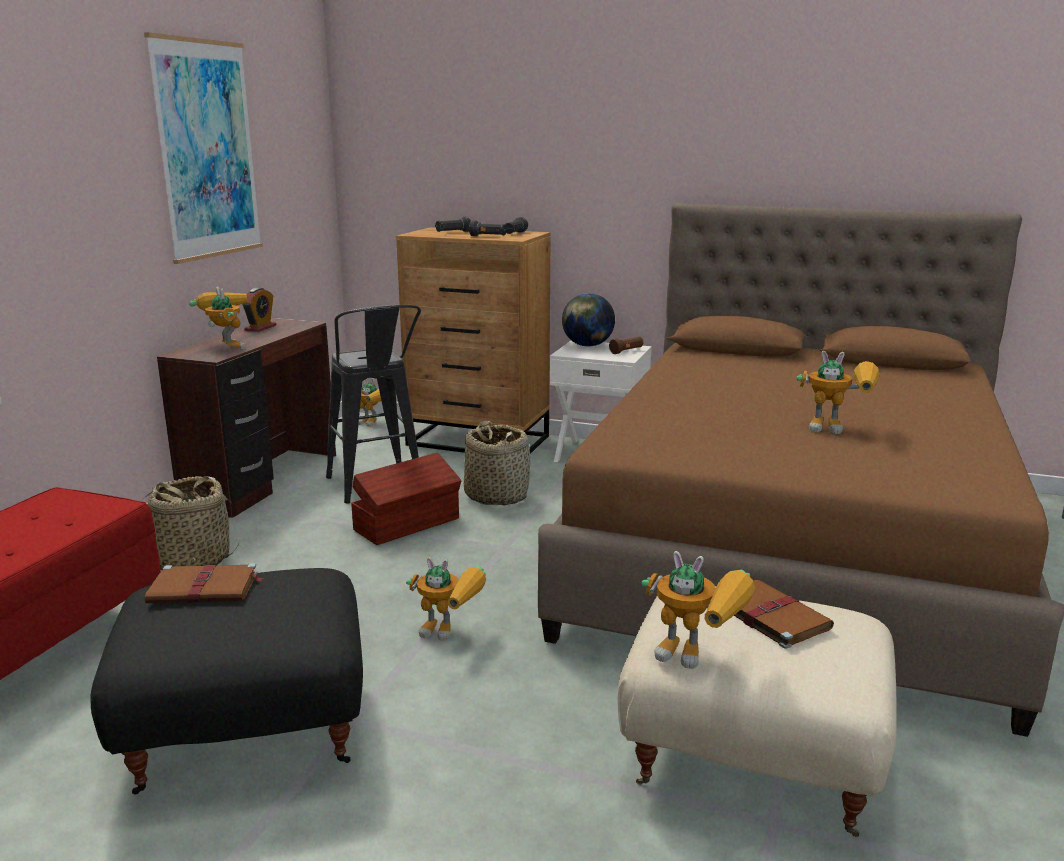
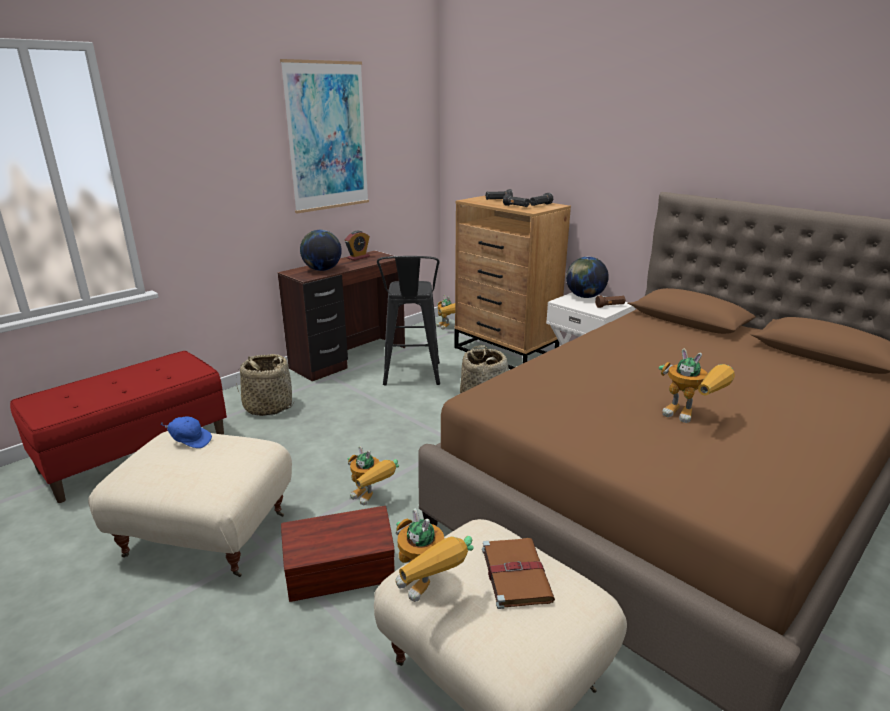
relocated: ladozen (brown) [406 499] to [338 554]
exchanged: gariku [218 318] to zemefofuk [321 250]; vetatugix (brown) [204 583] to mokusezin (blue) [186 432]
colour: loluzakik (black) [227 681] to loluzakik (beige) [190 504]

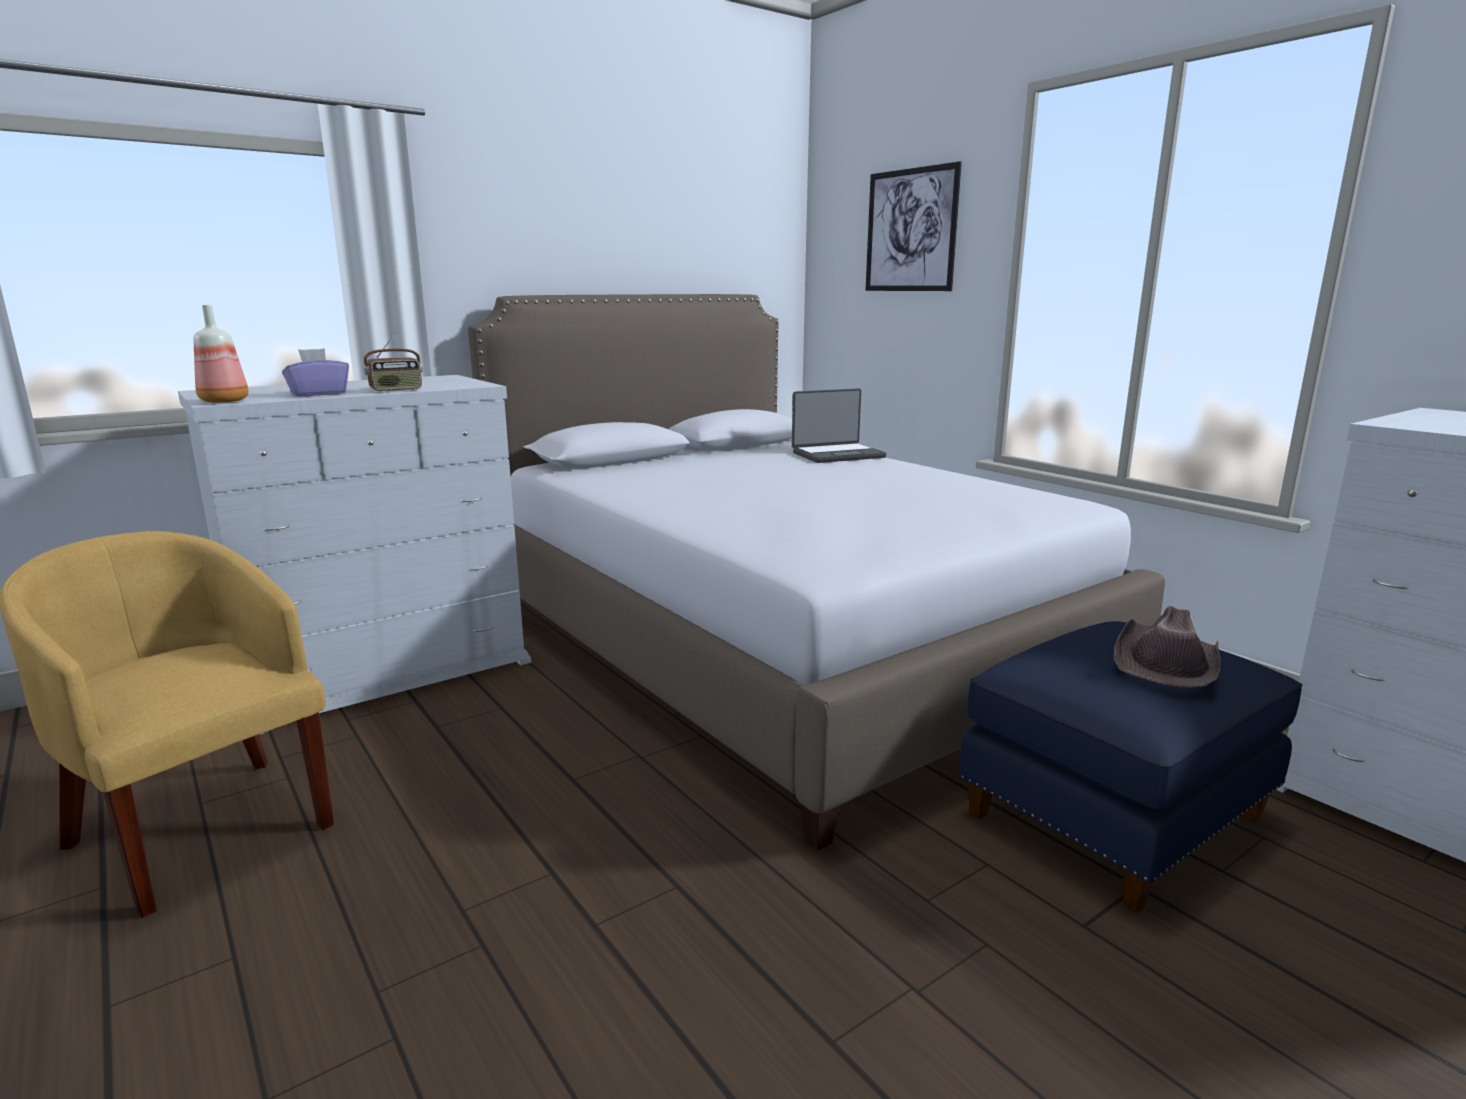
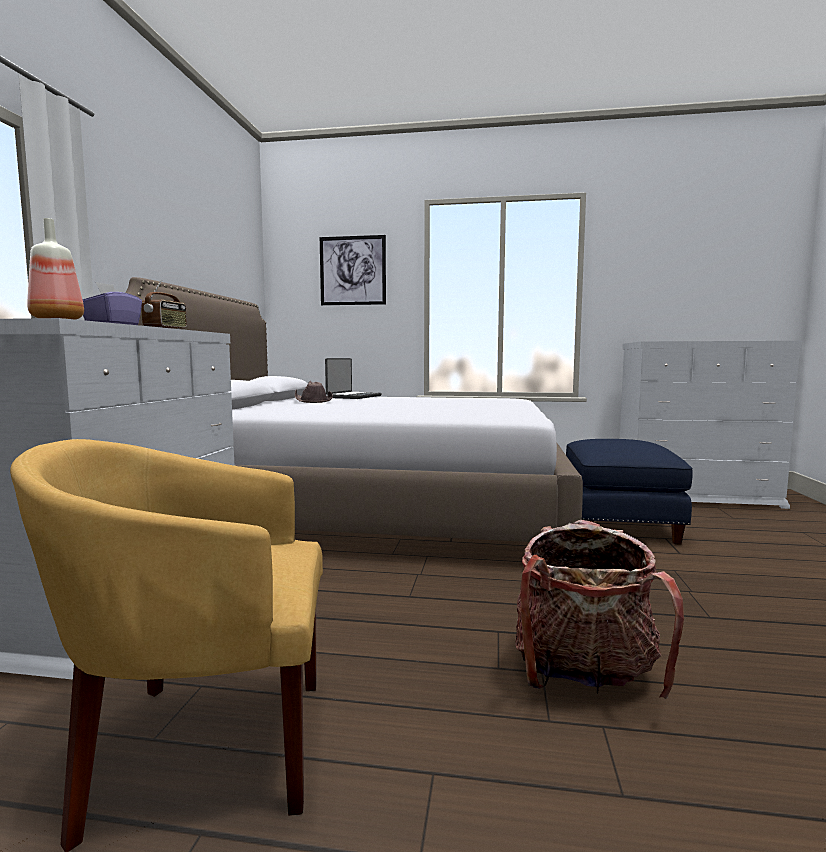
appeared: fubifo [599 609]
relocated: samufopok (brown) [1167 646] to [314 392]

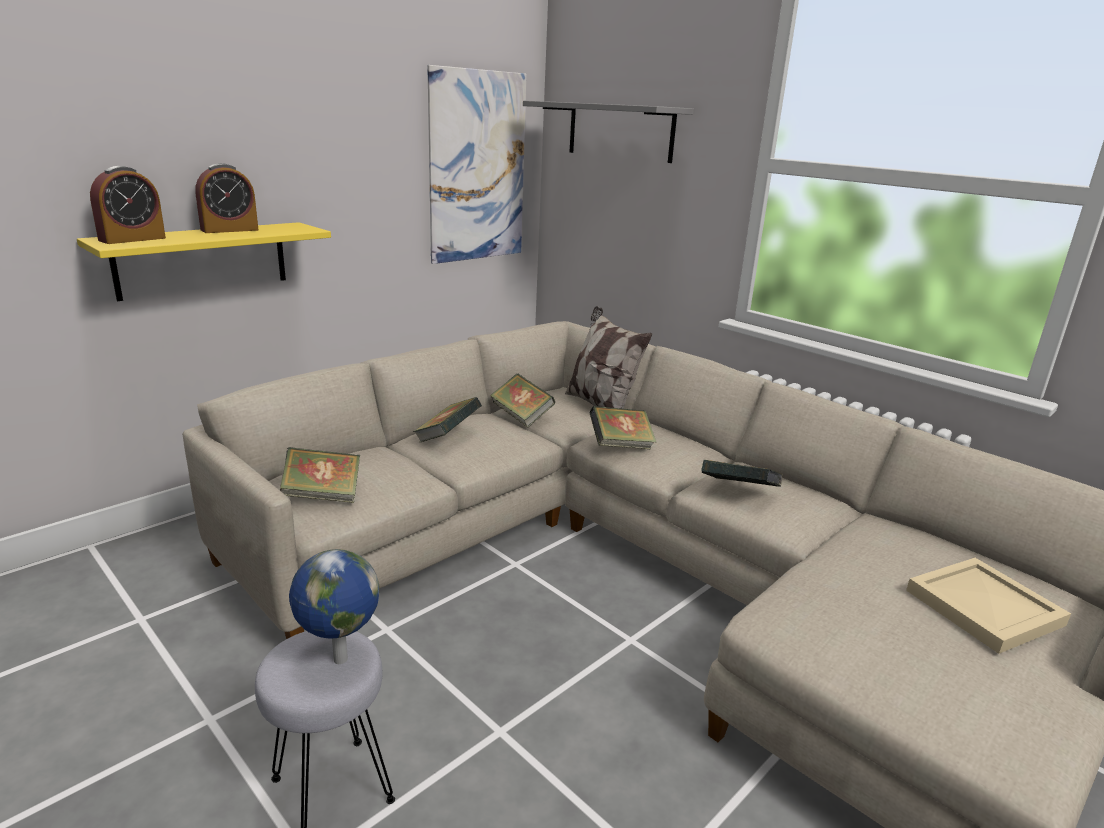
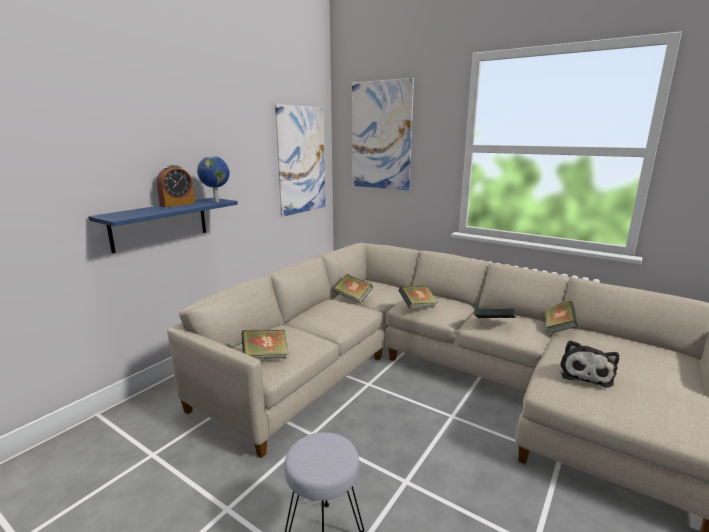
missing: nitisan [128 205]; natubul [608 357]; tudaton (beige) [988 606]
appeared: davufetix [589 363]
relocated: vetatugix [447 420] to [561 317]; zemefofuk [334 606] to [213 179]
exchanged: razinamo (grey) [608 131] to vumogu [383 134]
colour: razinamo (yellow) [204 261] to razinamo (blue) [163 226]

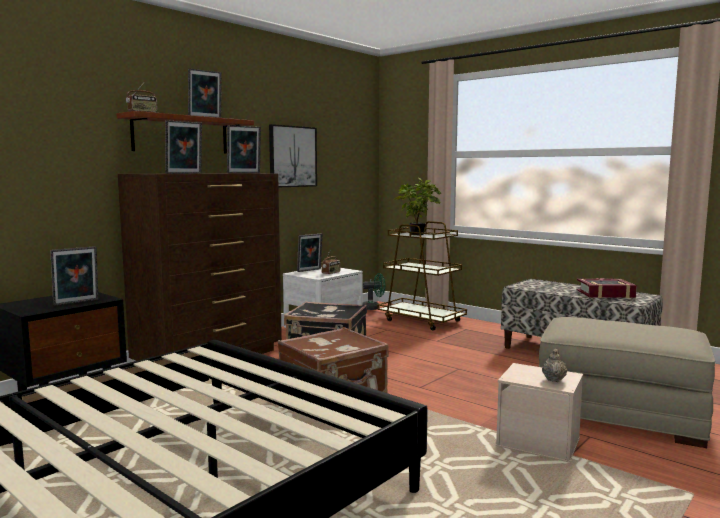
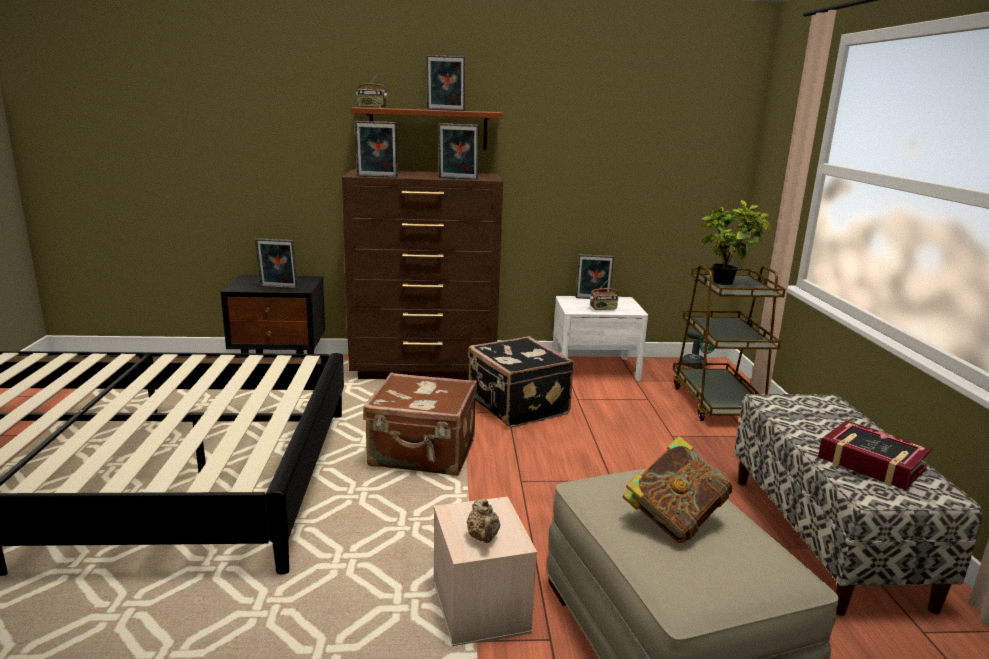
missing: vumogu [293 155]
appeared: vetatugix [677 489]
spun: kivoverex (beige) [554 365] = [483 521] 105 degrees clockwise

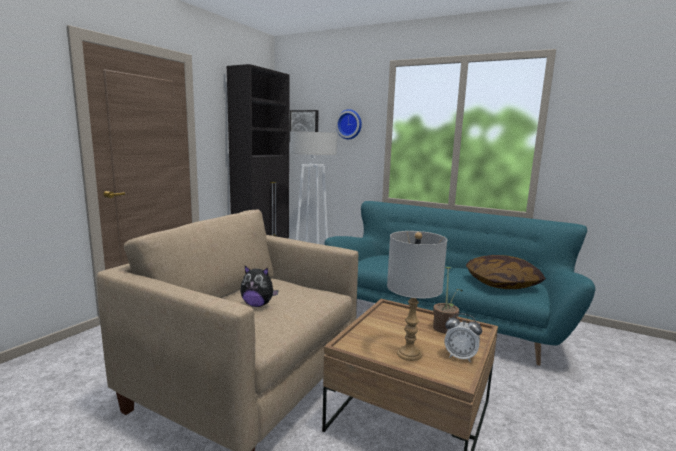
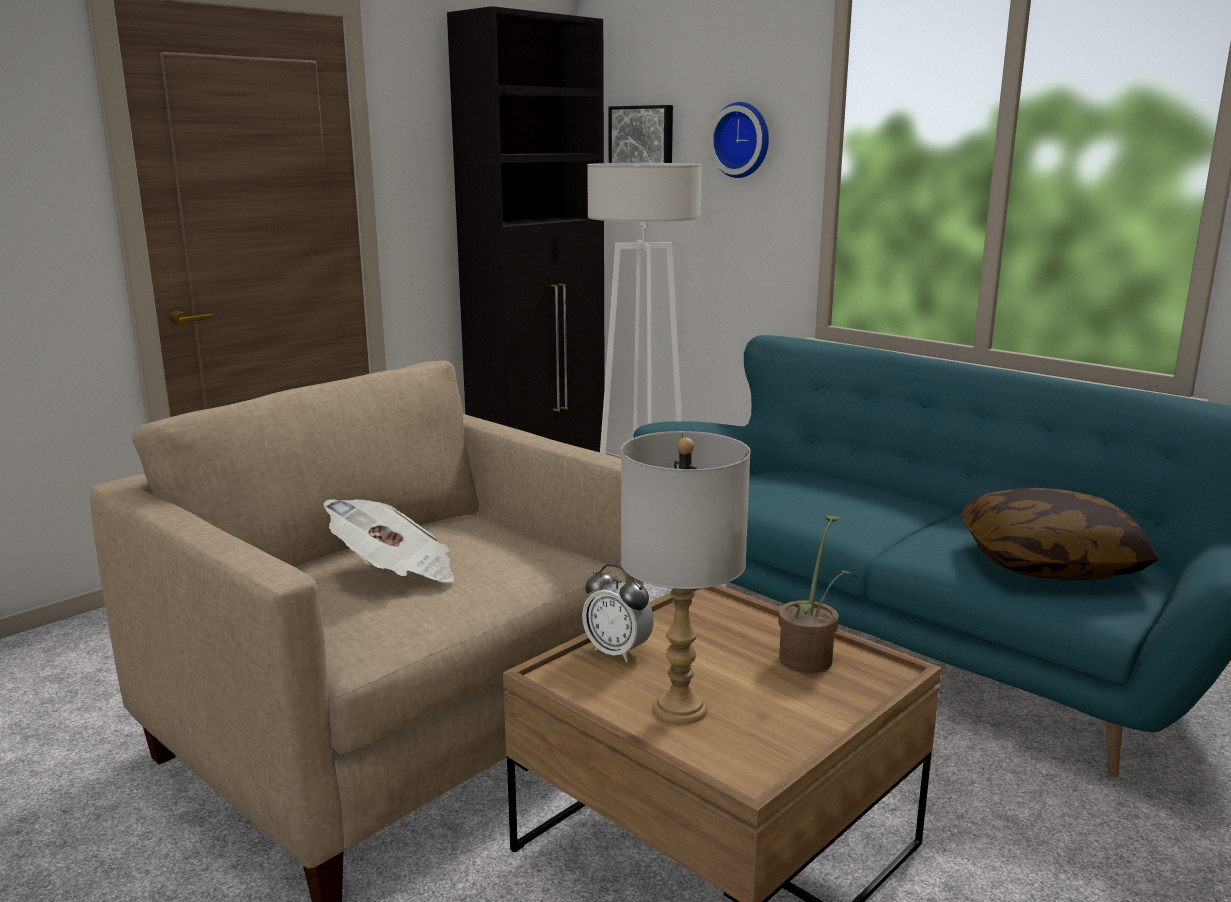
relocated: nitisan [463 337] to [618 613]
exchanged: davufetix [259 286] to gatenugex [388 541]

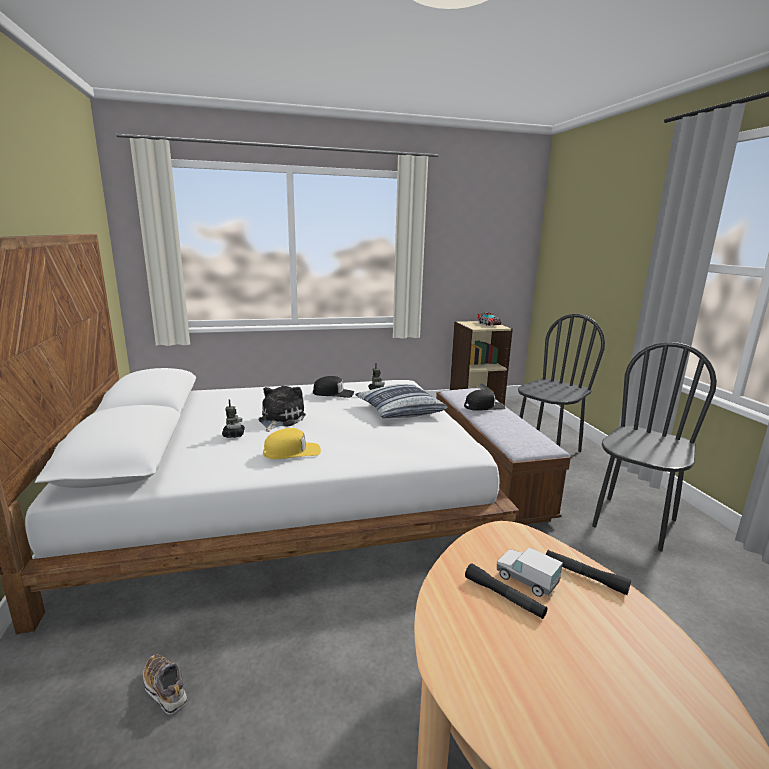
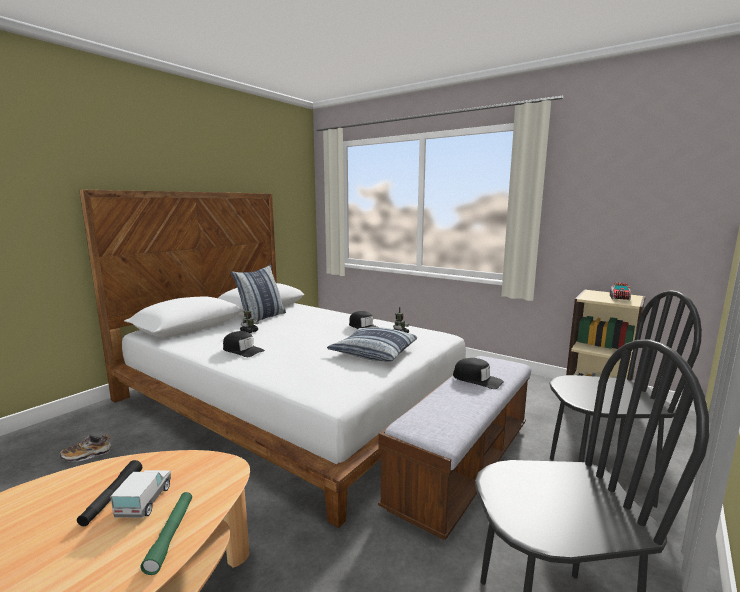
missing: davufetix [282 409]
appeared: natubul [258 293]
colour: mokusezin (yellow) [292 443] to mokusezin (black) [244 344]; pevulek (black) [588 572] to pevulek (green) [166 533]
spun: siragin [165 684] = [85 448] 120 degrees counterclockwise

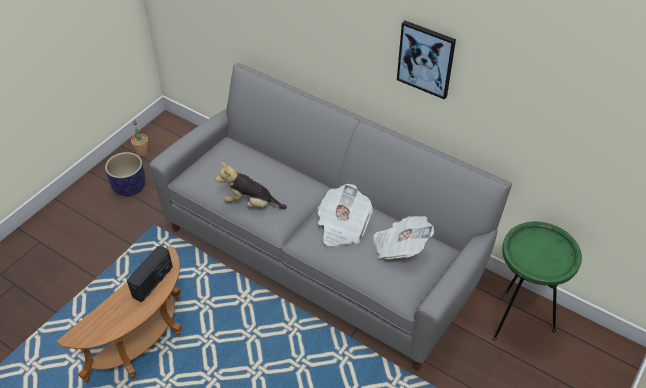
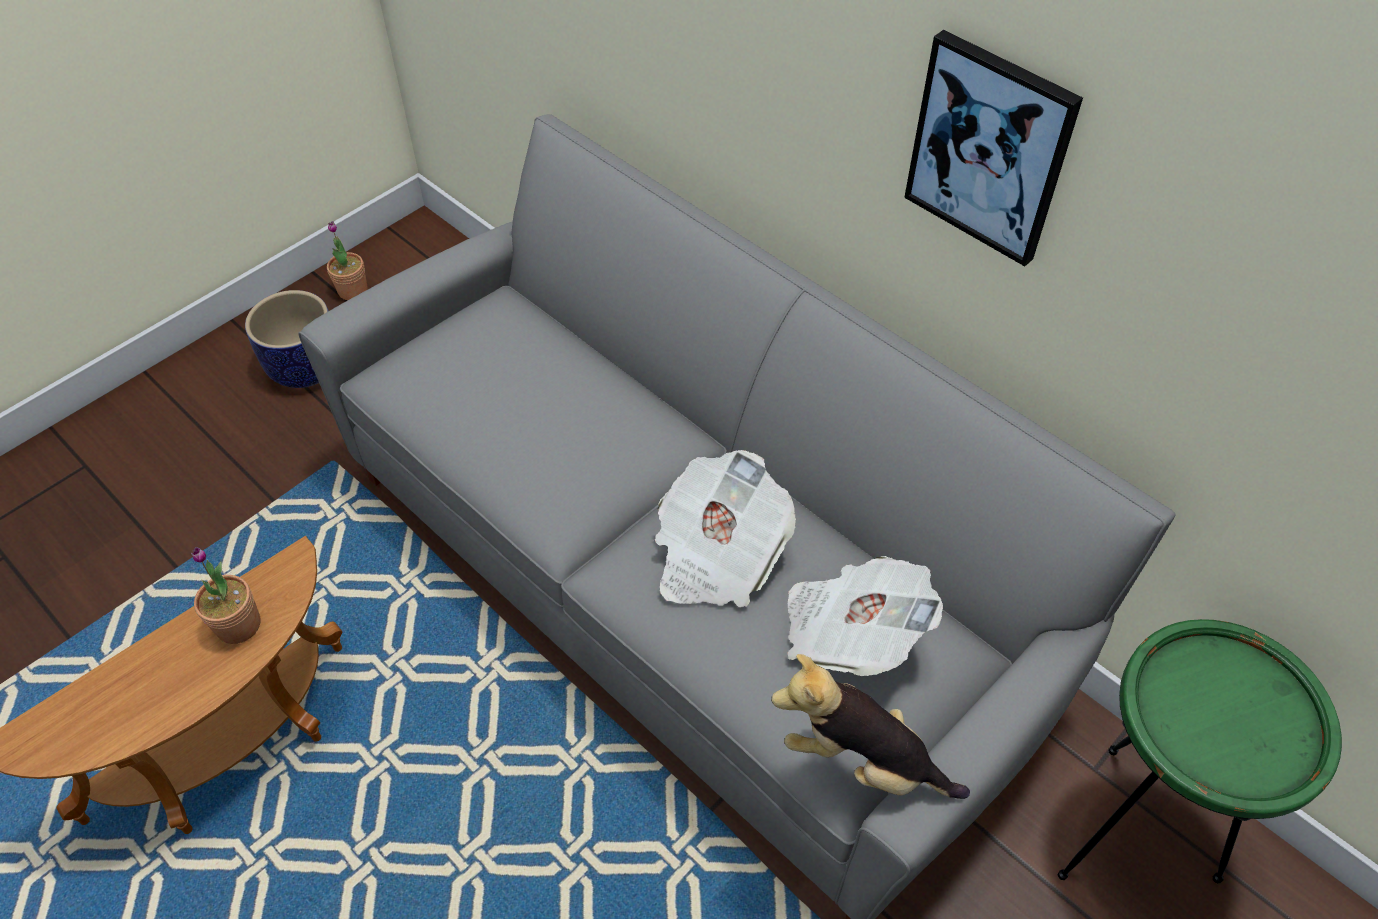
relocated: davufetix [251 185] to [870 726]
exchanged: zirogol [150 274] to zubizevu [226 595]

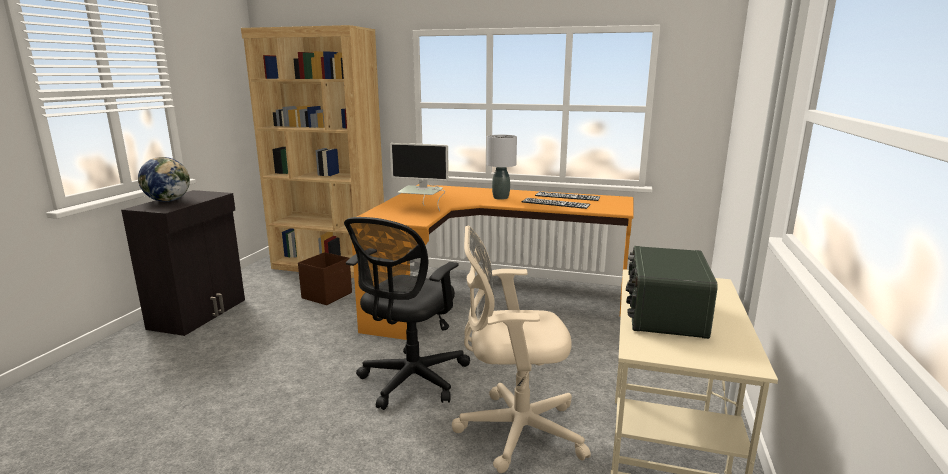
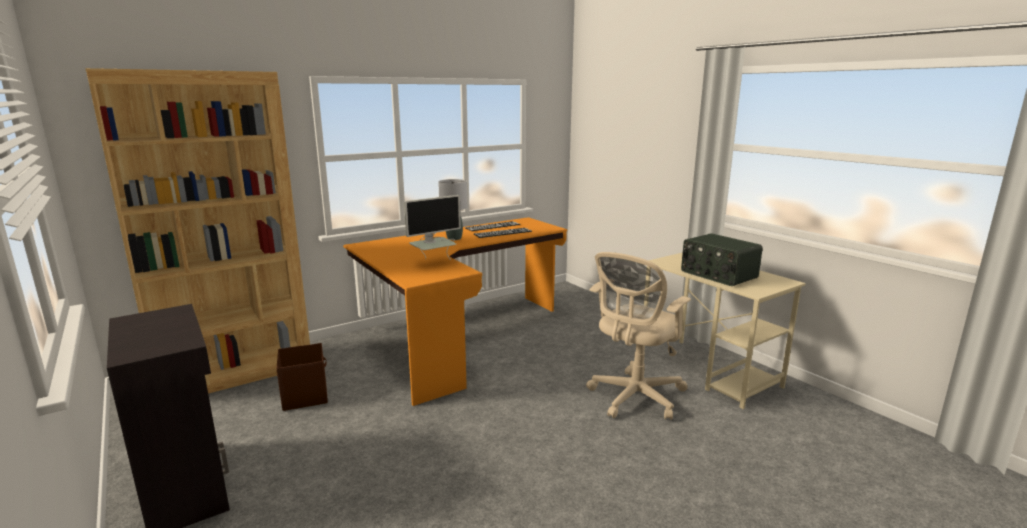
missing: zemefofuk [164 179]; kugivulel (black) [407 313]

